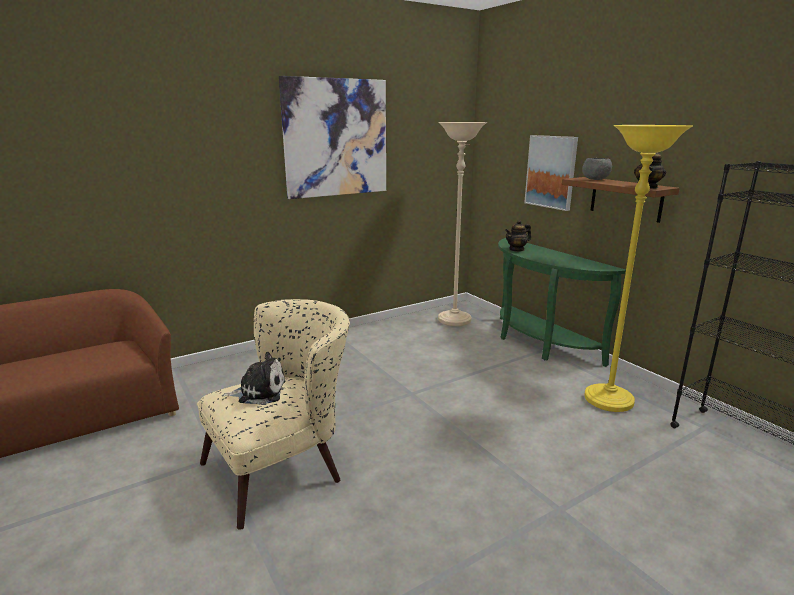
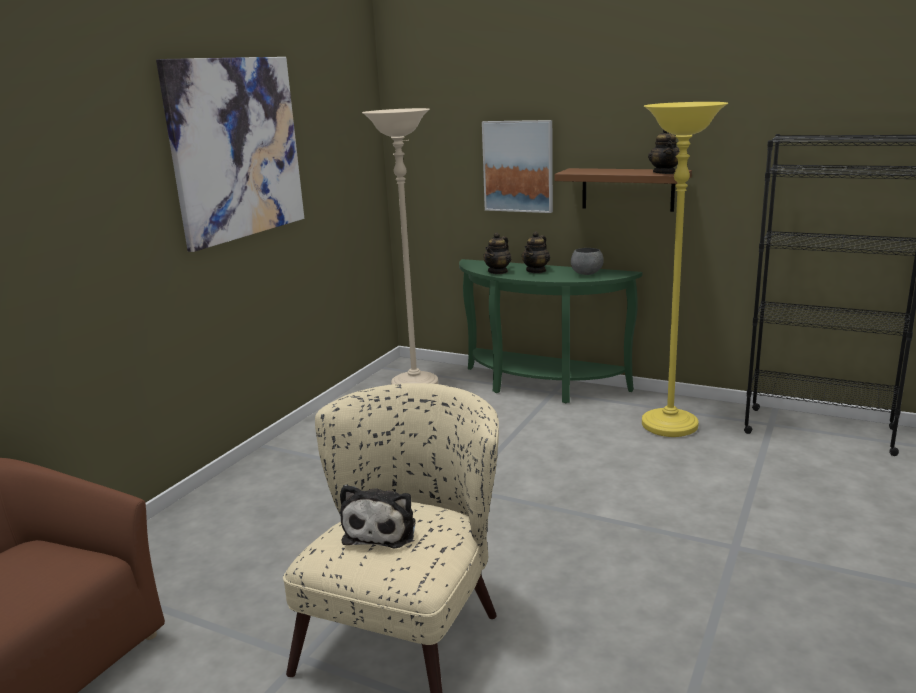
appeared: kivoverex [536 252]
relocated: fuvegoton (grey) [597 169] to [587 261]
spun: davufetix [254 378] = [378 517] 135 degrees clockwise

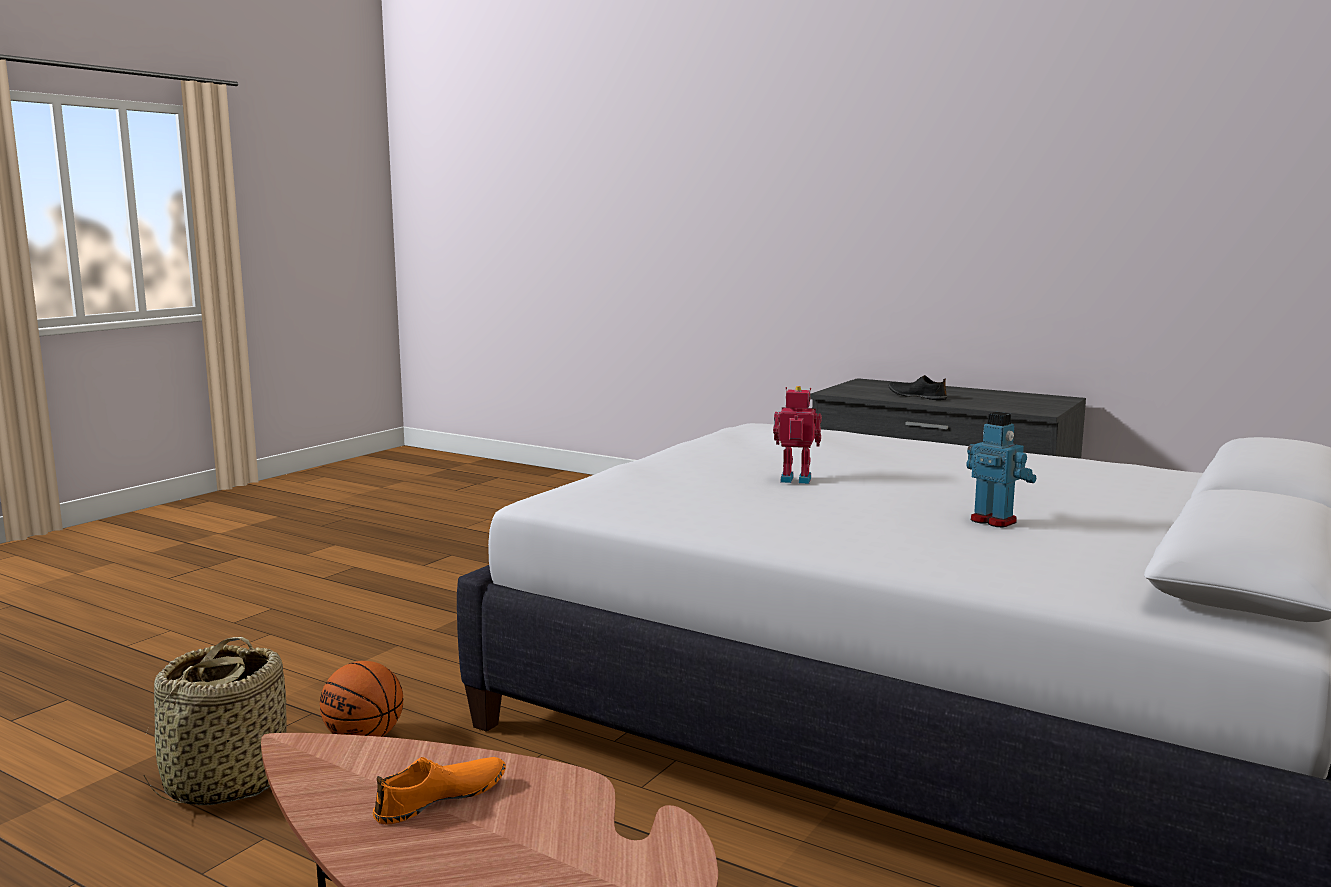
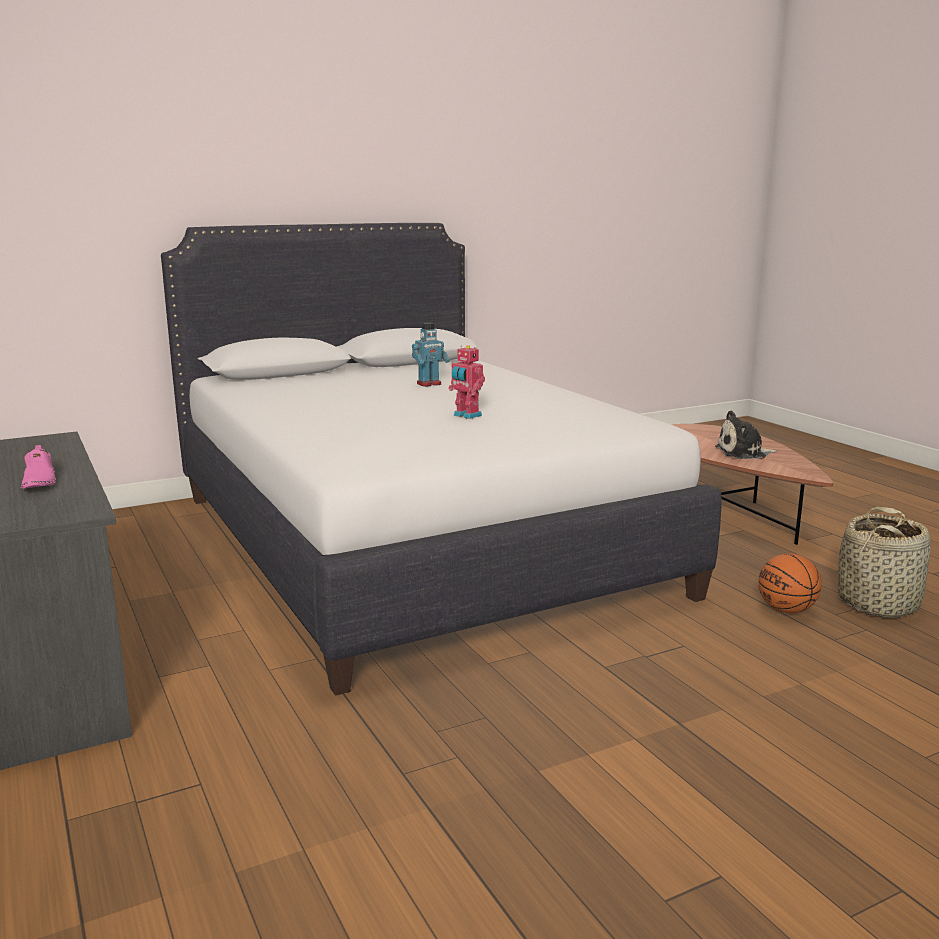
exchanged: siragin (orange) [439 790] to davufetix [746 434]
colour: siragin (black) [917 387] to siragin (pink) [38 466]
spun: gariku [1001 470] = [431 354] 105 degrees counterclockwise

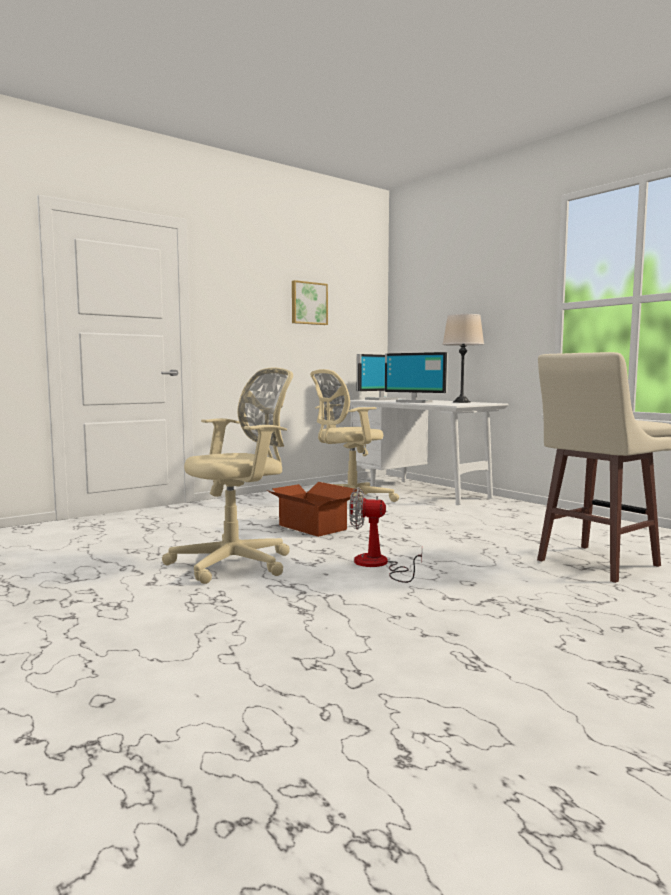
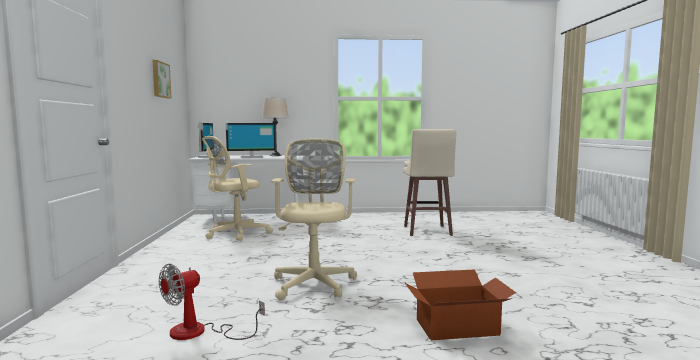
relocated: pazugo [311 509] to [460 304]; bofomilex [385 535] to [212 301]
spun: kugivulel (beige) [354 437] = [237 188] 45 degrees clockwise

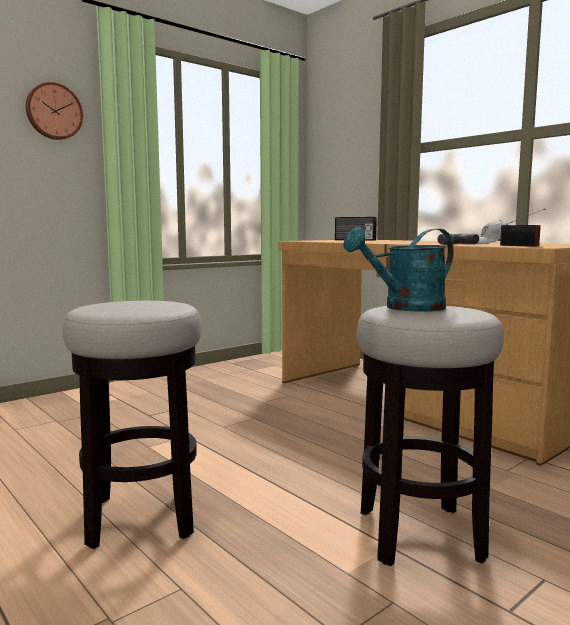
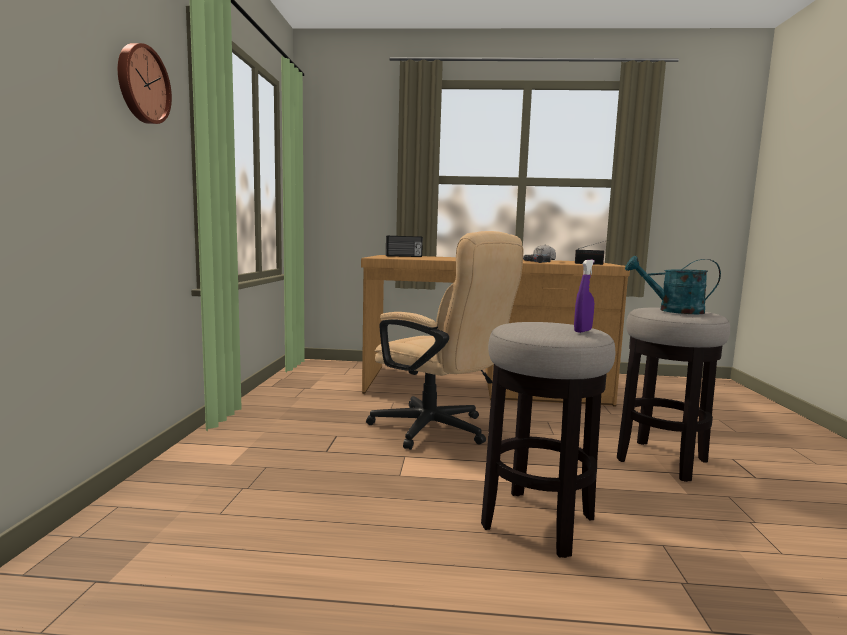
appeared: kugivulel (beige) [445 340]; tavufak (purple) [584 296]
spun: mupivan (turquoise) [398 269] = [673 285] 90 degrees clockwise

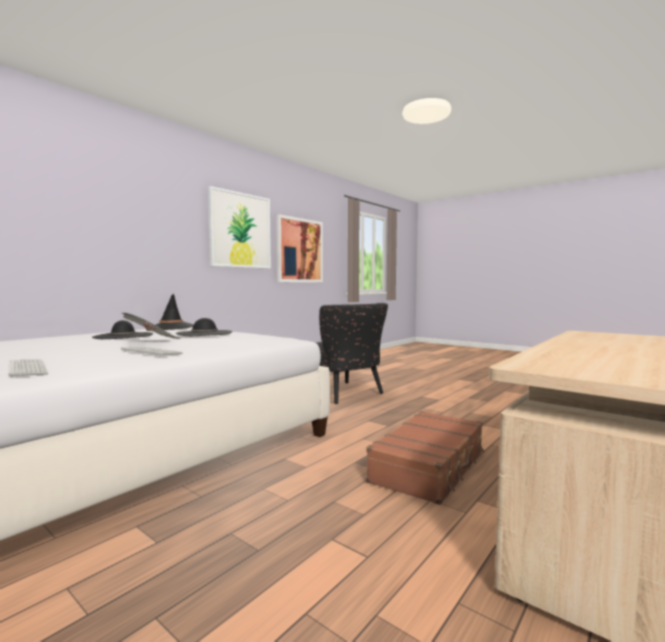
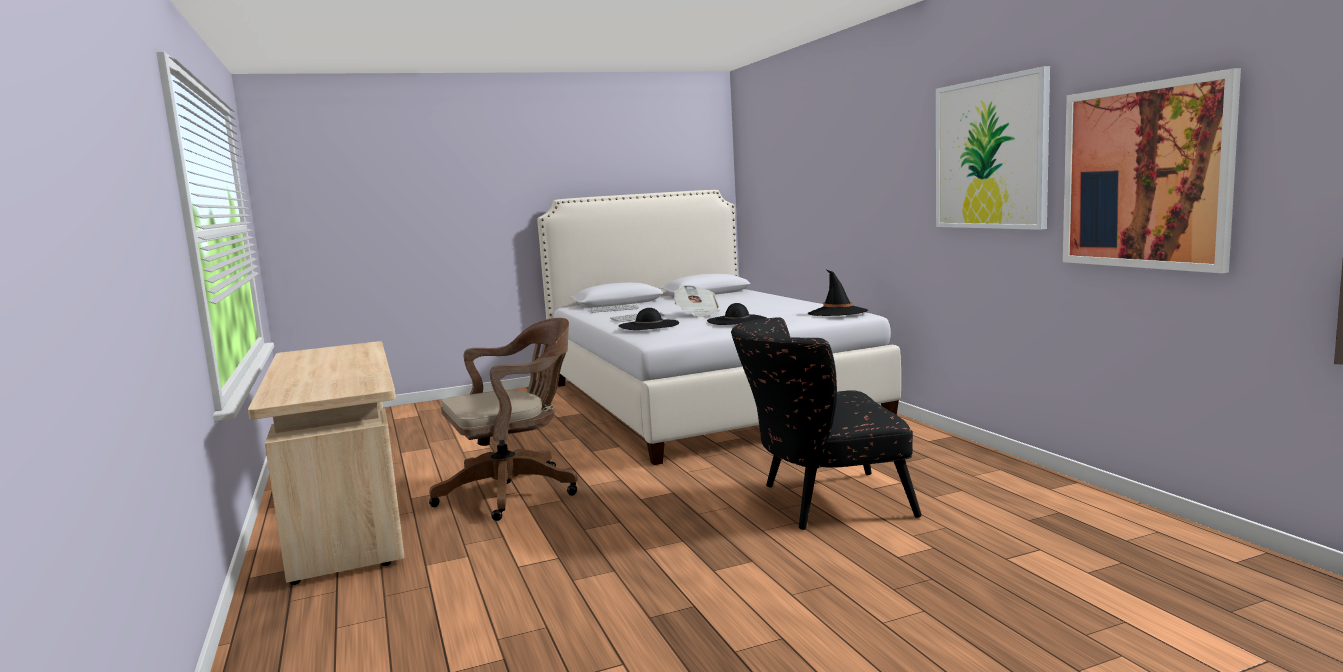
relocated: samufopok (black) [122 329] to [649 319]
exchanged: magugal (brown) [425 458] to kugivulel (brown) [503 419]

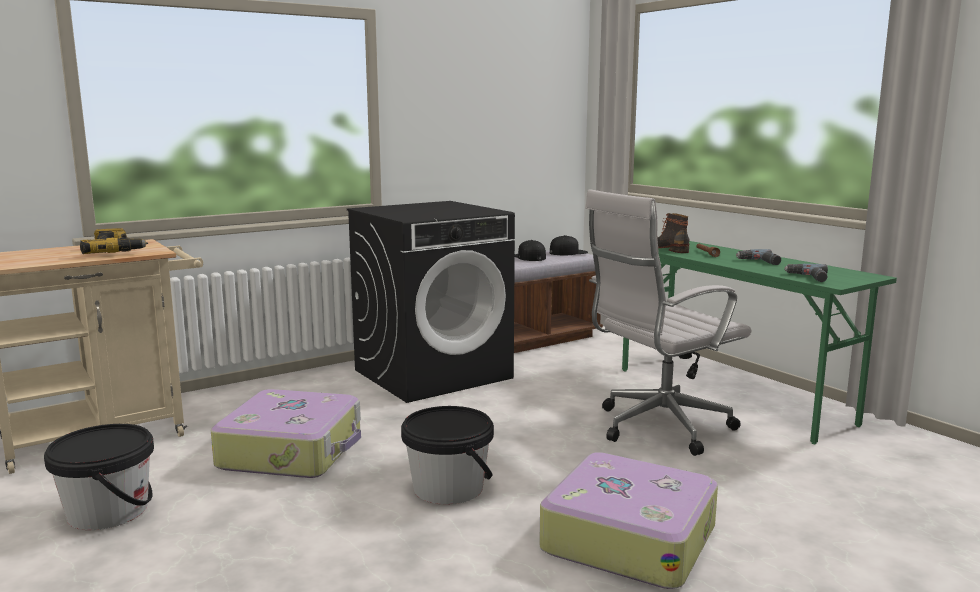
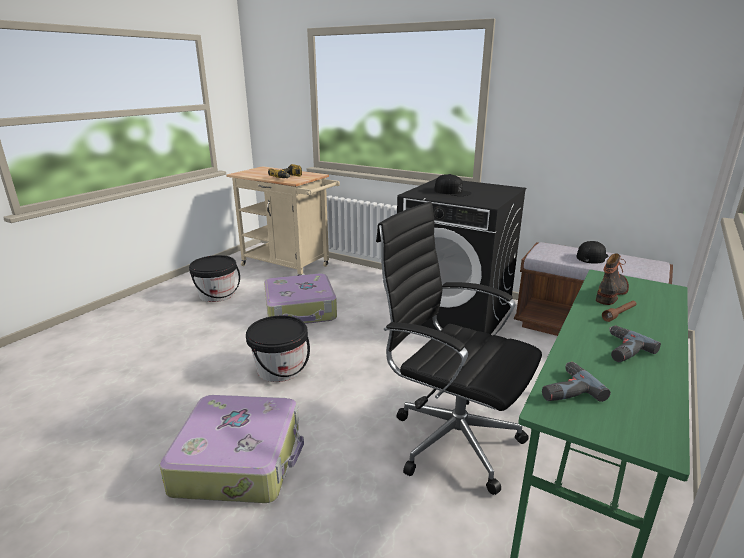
relocated: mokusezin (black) [569 245] to [452 185]
colour: kugivulel (white) [668 323] to kugivulel (black) [459 348]

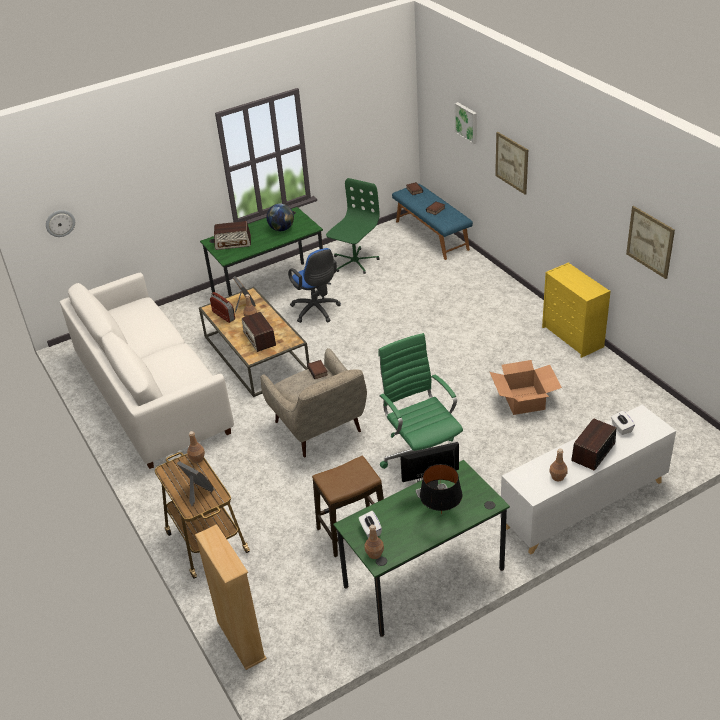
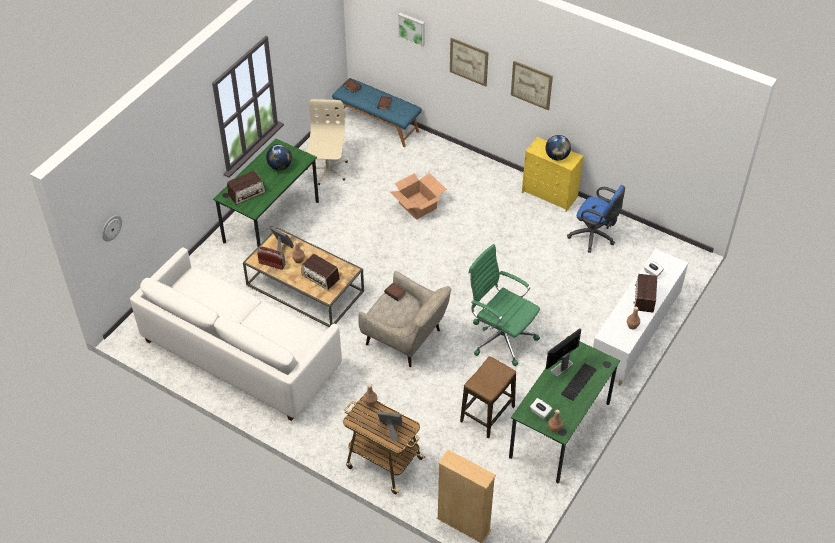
appeared: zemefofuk [558 147]
relocated: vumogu [650 242] to [532 85]; kugivulel (blue) [314 285] to [596 219]; pazugo [526 387] to [418 196]
exchanged: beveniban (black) [441 489] to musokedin [579 382]
colour: kugivulel (green) [353 226] to kugivulel (beige) [327 142]

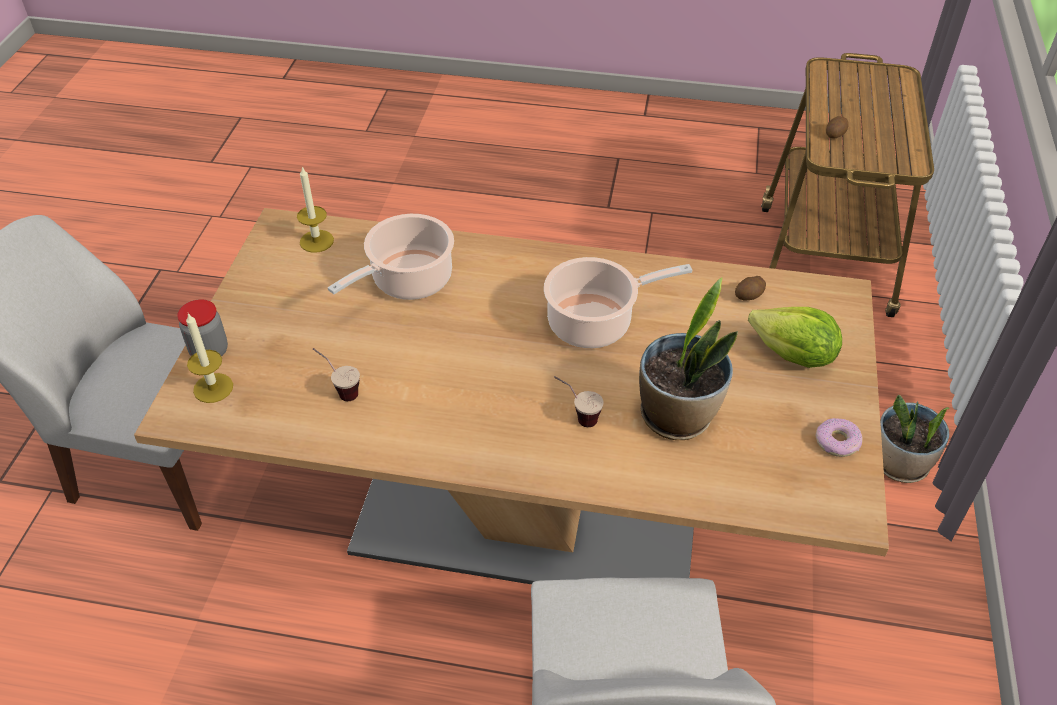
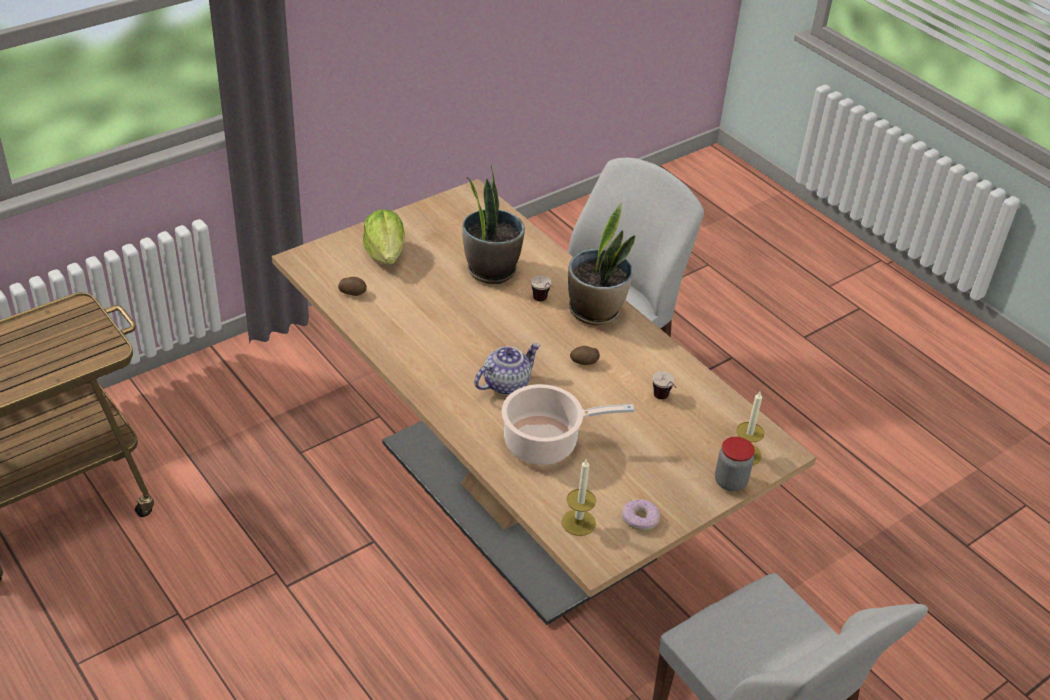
missing: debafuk [618 302]
appeared: kivoverex [507 369]
relocated: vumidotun [837 127] to [585 355]; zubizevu [915 439] to [602 264]; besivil [839 437] to [641 515]

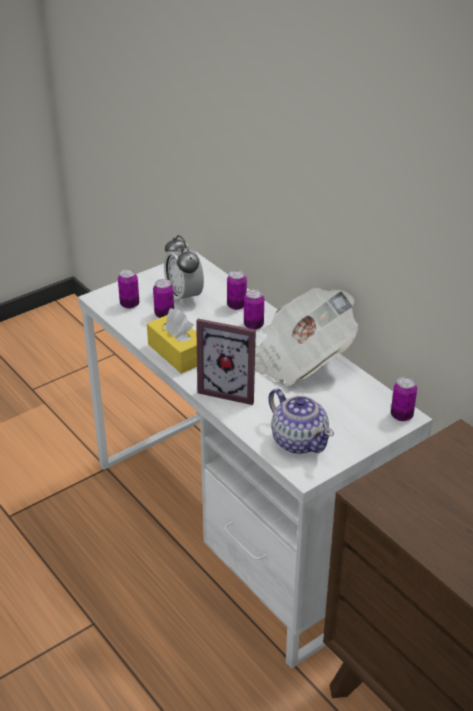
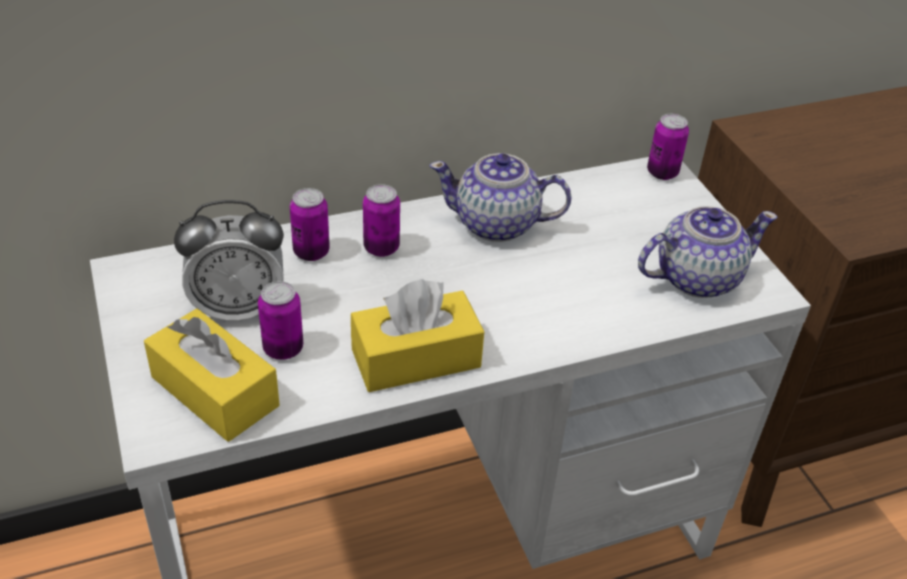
missing: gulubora [226 362]
exchanged: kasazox [128 289] to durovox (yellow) [212 375]; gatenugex [306 337] to kivoverex [501 197]

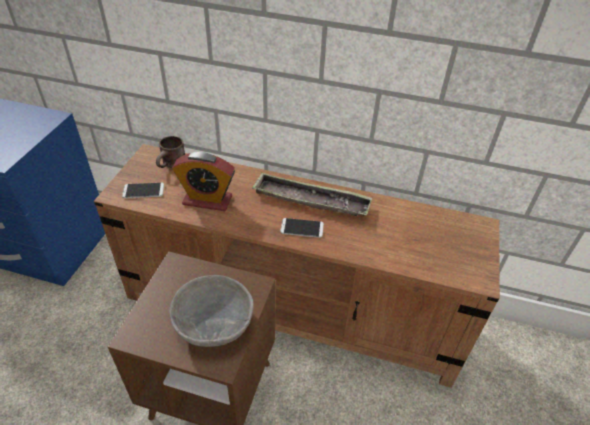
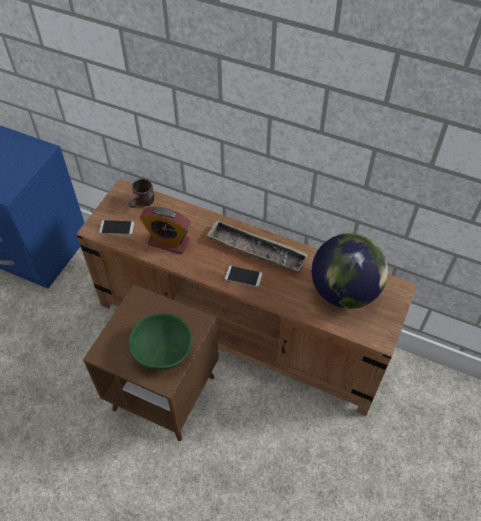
appeared: zemefofuk [350 271]
colour: fuvegoton (grey) [211 311] to fuvegoton (green) [161 341]

